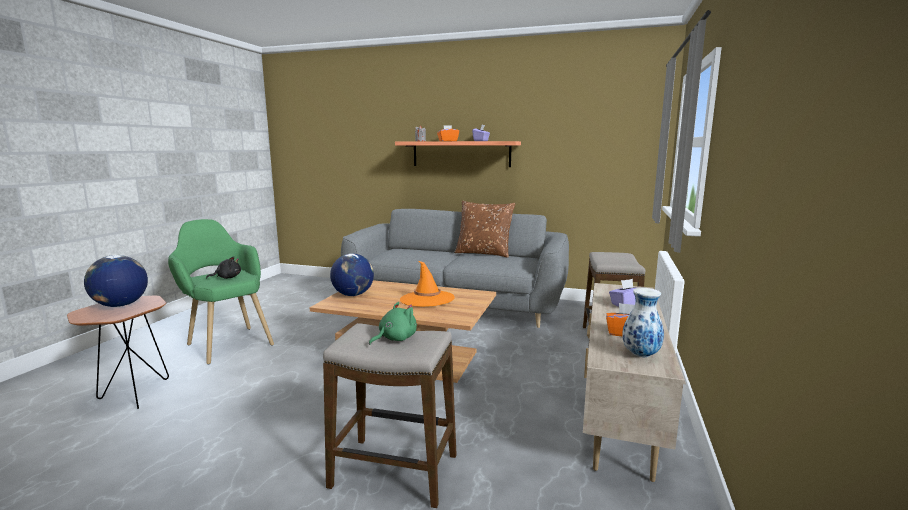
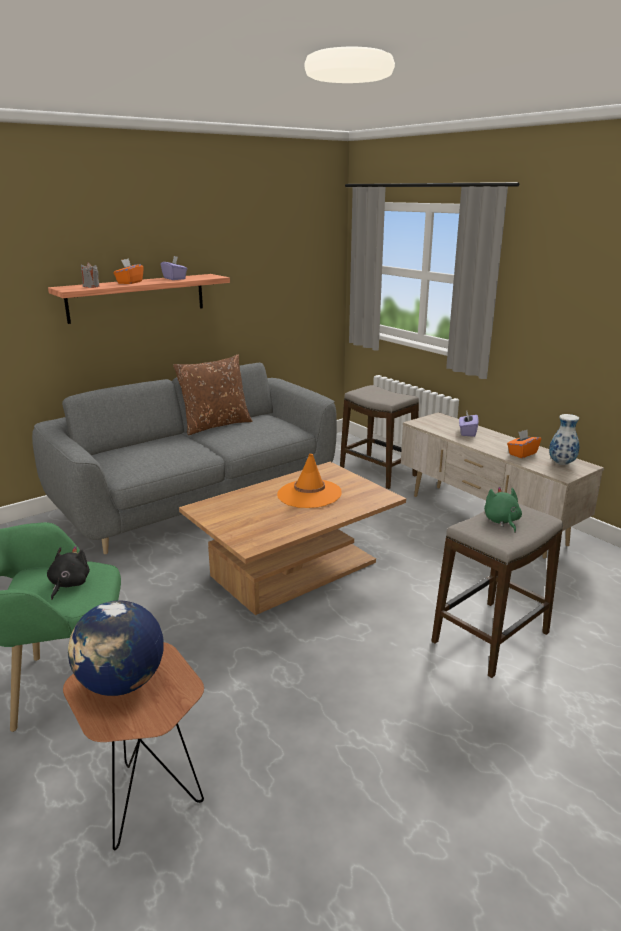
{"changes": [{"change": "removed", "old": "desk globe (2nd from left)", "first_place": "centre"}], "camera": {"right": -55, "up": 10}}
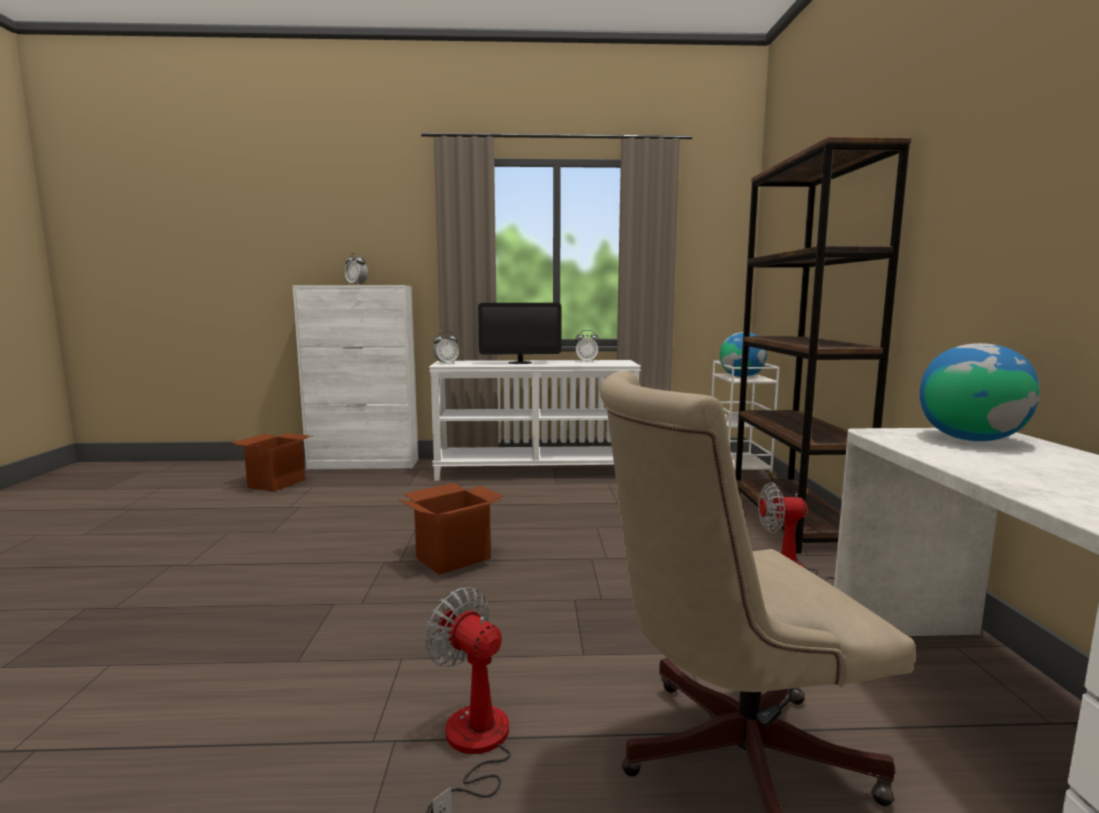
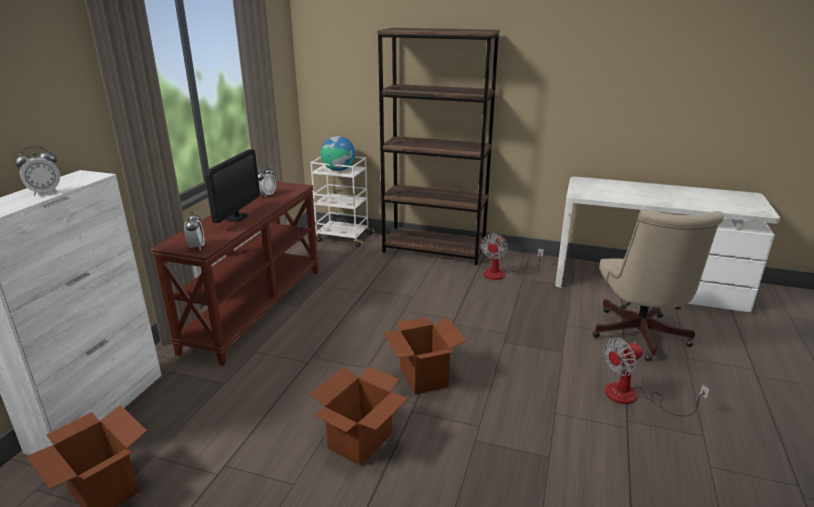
{"changes": [{"change": "removed", "old": "desk globe (2nd from left)", "first_place": "middle right"}, {"change": "recoloured", "old": "hall table/white", "new": "hall table/brown", "first_place": "centre", "second_place": "middle left"}, {"change": "added", "new": "packing box (2nd from left)", "second_place": "bottom centre"}], "camera": {"right": -70, "up": 15}}
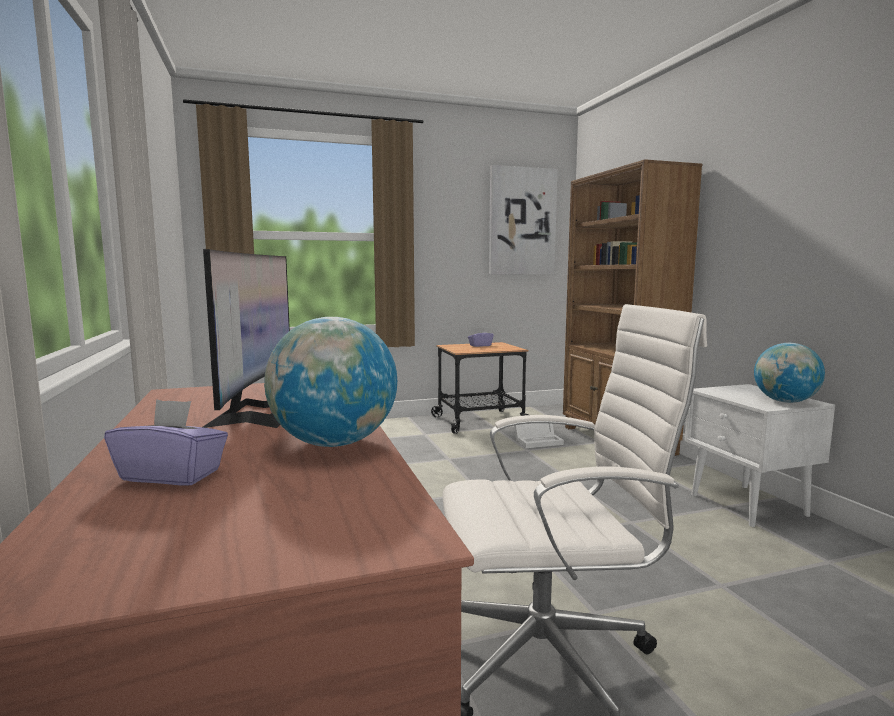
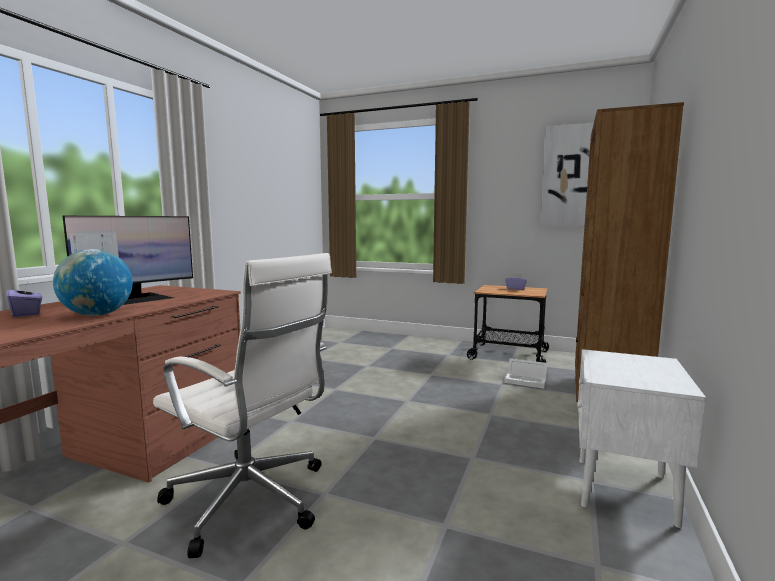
{"changes": [{"change": "removed", "old": "desk globe (2nd from left)", "first_place": "middle right"}], "camera": {"right": 40, "up": 0}}
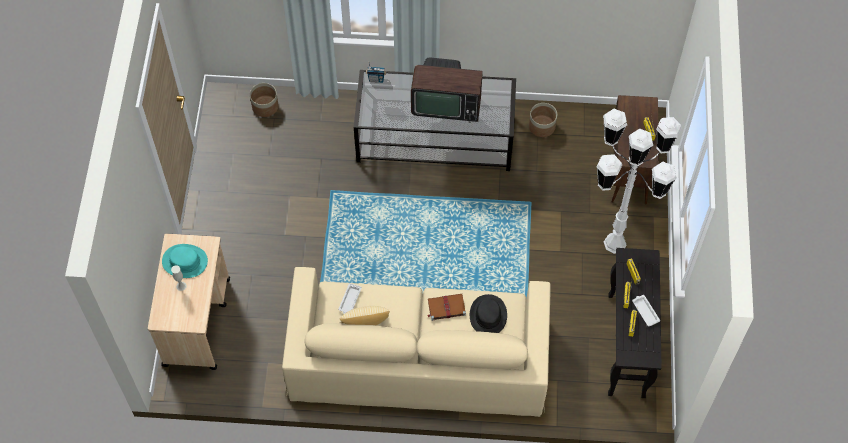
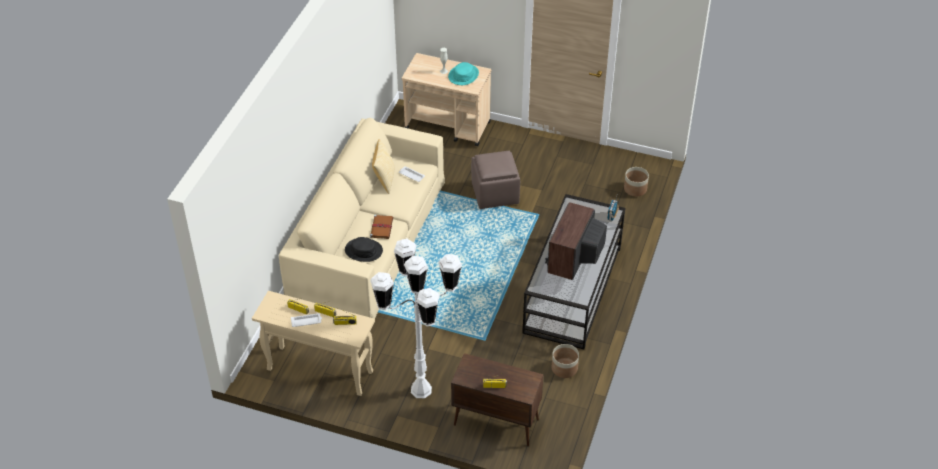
{"changes": [{"change": "recoloured", "old": "hall table/blackish", "new": "hall table/sand-coloured", "first_place": "bottom right", "second_place": "bottom centre"}, {"change": "added", "new": "footrest/brown", "second_place": "centre"}], "camera": {"right": 105, "up": -15}}
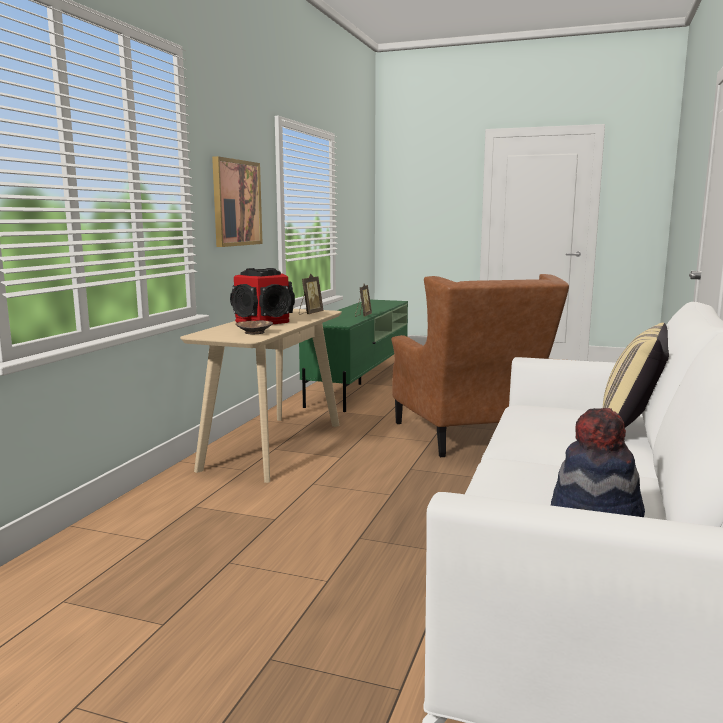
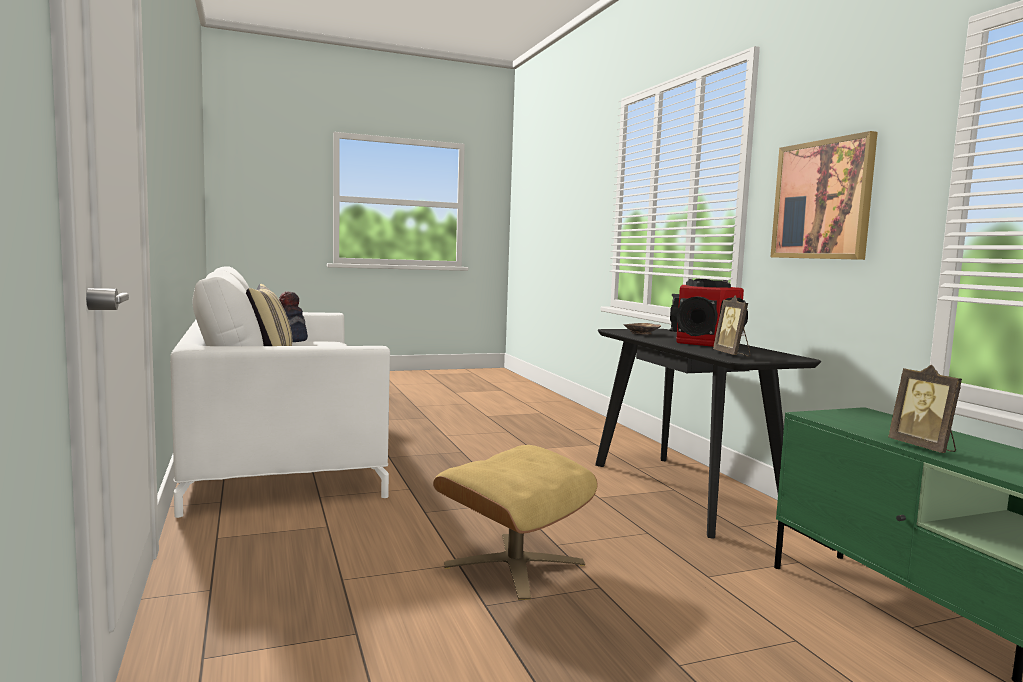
{"changes": [{"change": "replaced", "old": "armchair/brown", "new": "footrest/sand-coloured", "first_place": "centre", "second_place": "bottom centre"}, {"change": "recoloured", "old": "hall table/sand-coloured", "new": "hall table/blackish", "first_place": "centre", "second_place": "middle right"}], "camera": {"right": 140, "up": -5}}
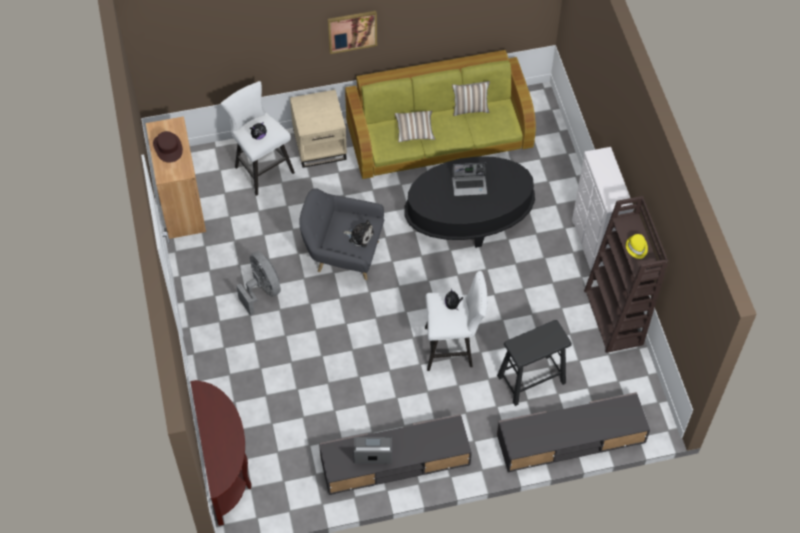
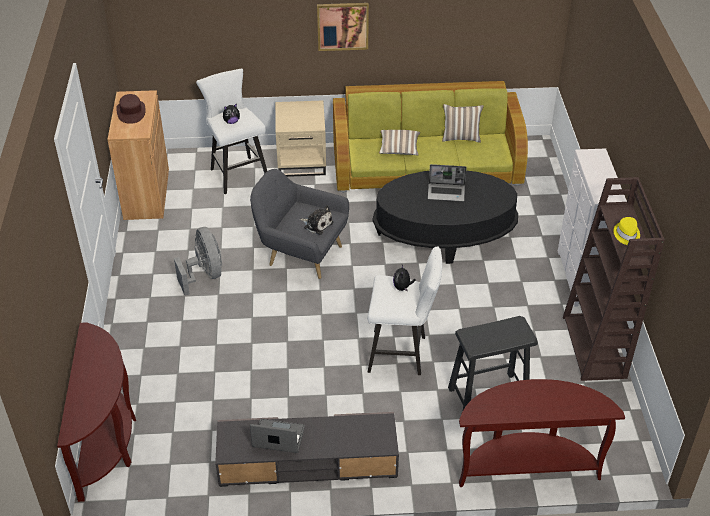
{"changes": [{"change": "replaced", "old": "tv unit/greyish (2nd from left)", "new": "hall table/brown (2nd from left)", "first_place": "bottom right", "second_place": "bottom right"}], "camera": {"right": 10, "up": -15}}
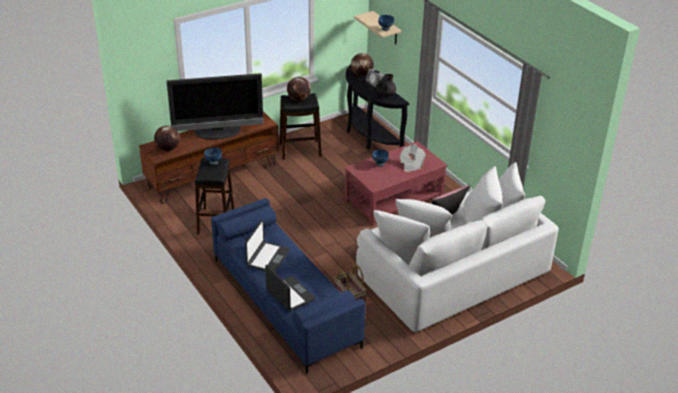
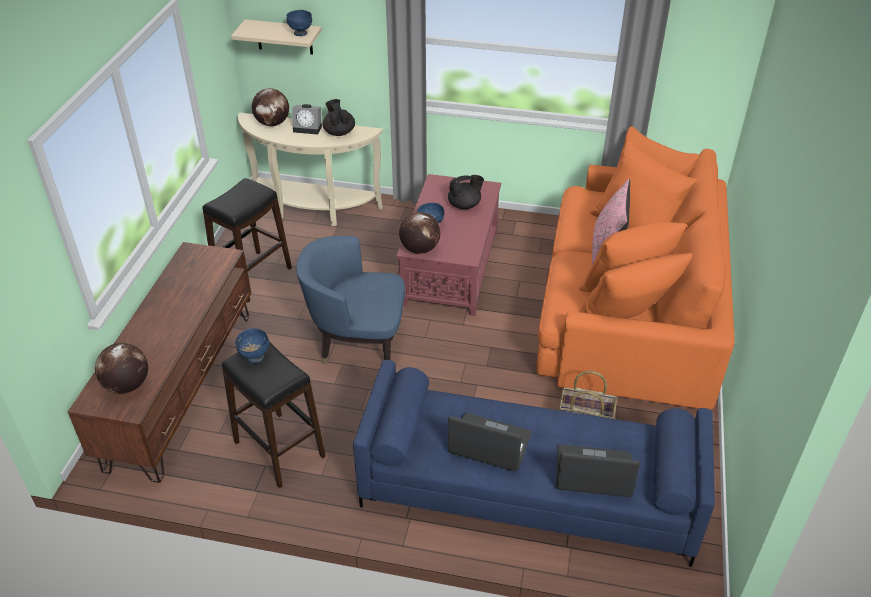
{"changes": [{"change": "recoloured", "old": "hall table/blackish", "new": "hall table/sand-coloured", "first_place": "top centre", "second_place": "top centre"}, {"change": "removed", "old": "TV set", "first_place": "top left"}, {"change": "moved", "old": "desk globe (2nd from left in the first image)", "new": "desk globe (3rd from left)", "first_place": "top centre", "second_place": "centre"}, {"change": "replaced", "old": "printed paper", "new": "teapot/blackish (2nd from left)", "first_place": "centre", "second_place": "top centre"}, {"change": "recoloured", "old": "couch/white", "new": "couch/orangey", "first_place": "middle right", "second_place": "middle right"}, {"change": "turned", "old": "notebook computer (1st from left)", "first_place": "centre", "second_place": "bottom centre", "degrees": -45}, {"change": "added", "new": "armchair/bluish", "second_place": "centre"}], "camera": {"right": -45, "up": 5}}
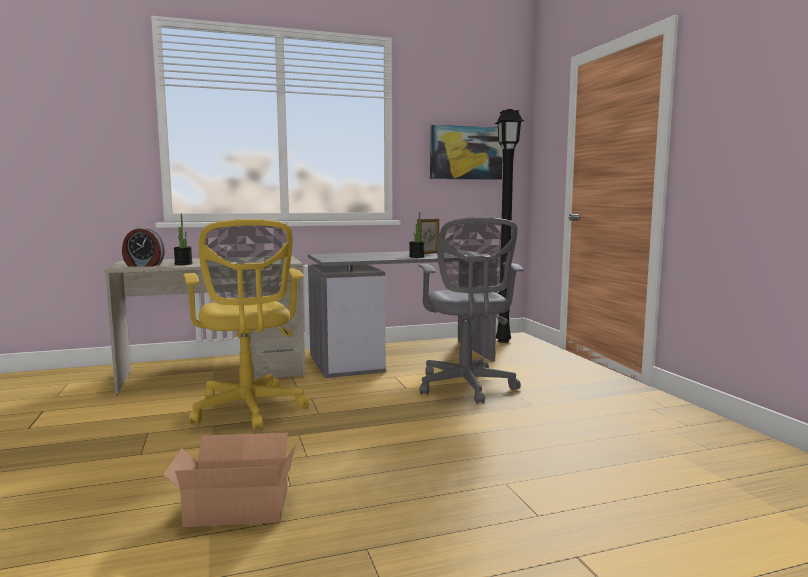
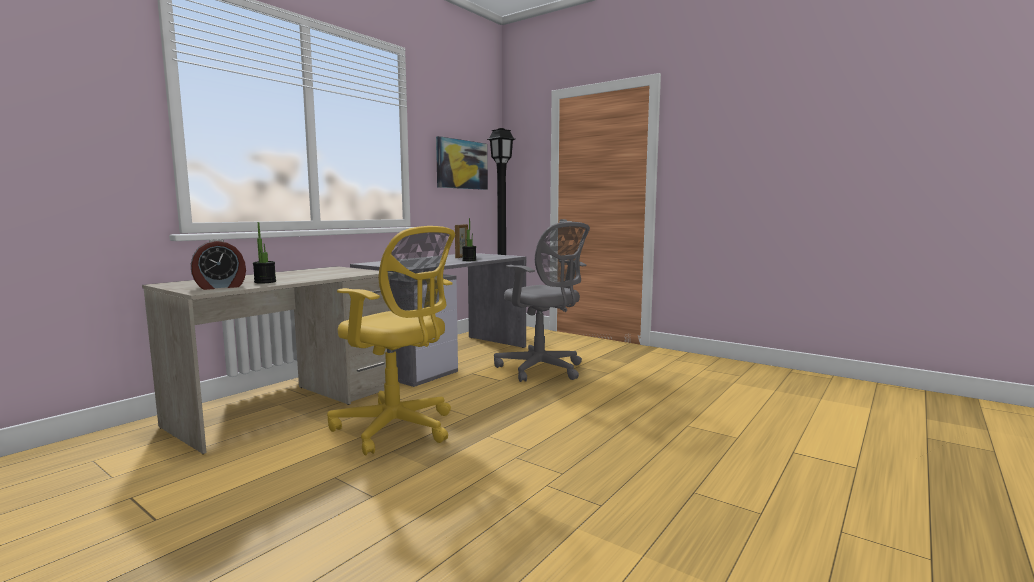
{"changes": [{"change": "removed", "old": "packing box", "first_place": "bottom left"}], "camera": {"right": -35, "up": 0}}
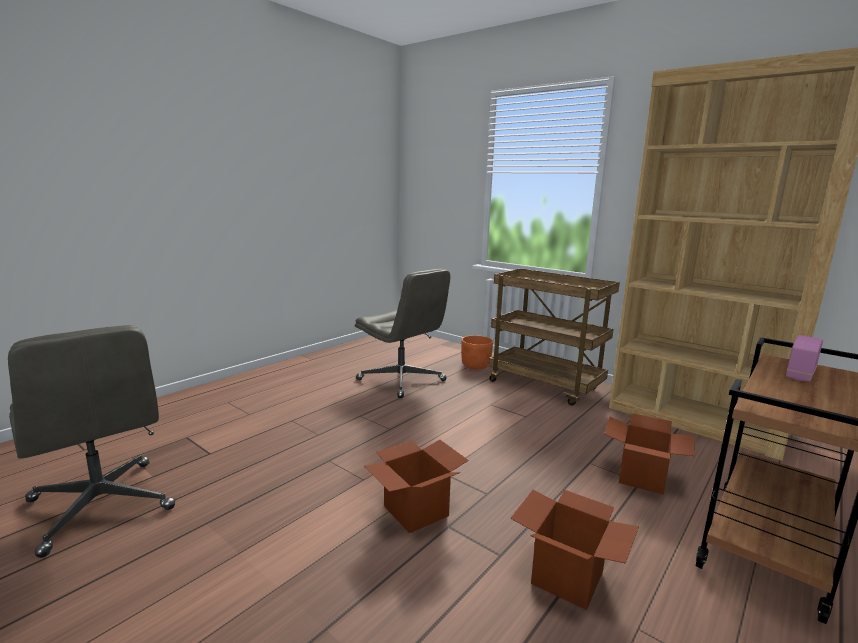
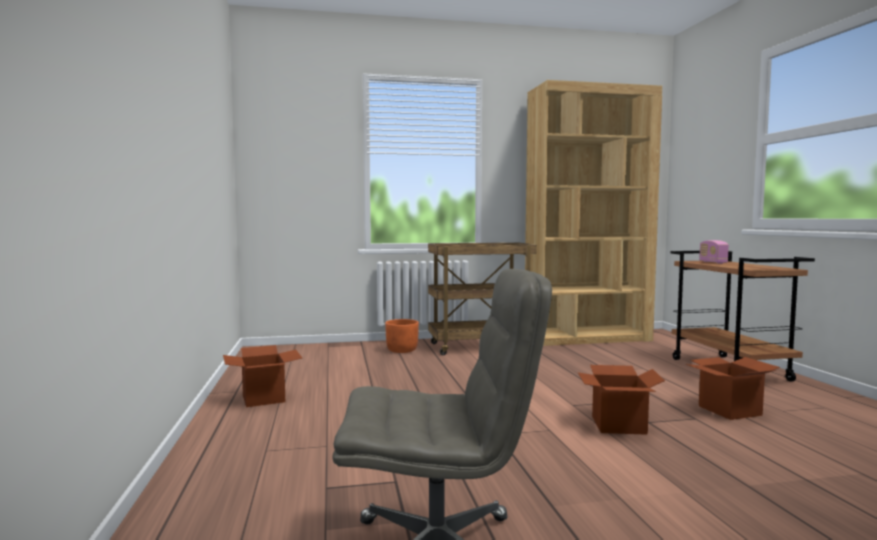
{"changes": [{"change": "removed", "old": "computer chair/greyish (2nd from left)", "first_place": "centre"}, {"change": "moved", "old": "packing box (3rd from left in the first image)", "new": "packing box (1st from left)", "first_place": "bottom right", "second_place": "bottom left"}], "camera": {"right": -50, "up": -10}}
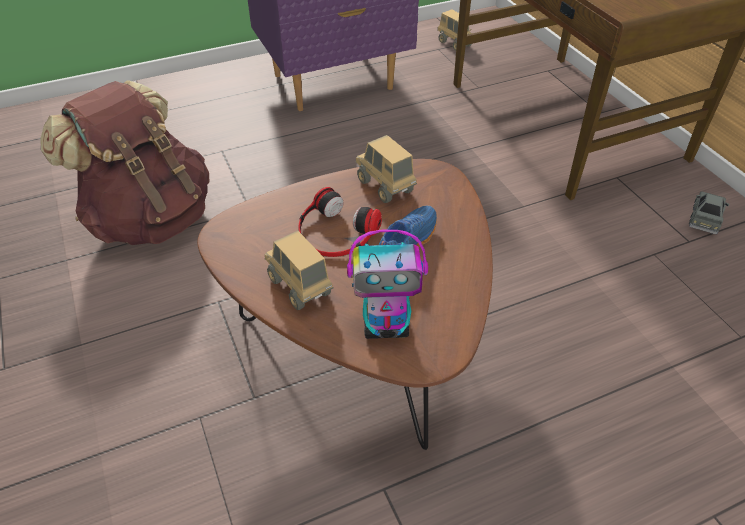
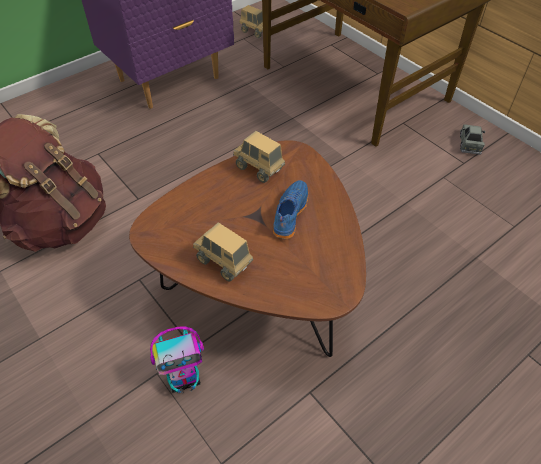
{"changes": [{"change": "removed", "old": "headset", "first_place": "centre"}, {"change": "moved", "old": "robot figure", "first_place": "centre", "second_place": "bottom left"}], "camera": {"right": -15, "up": 5}}
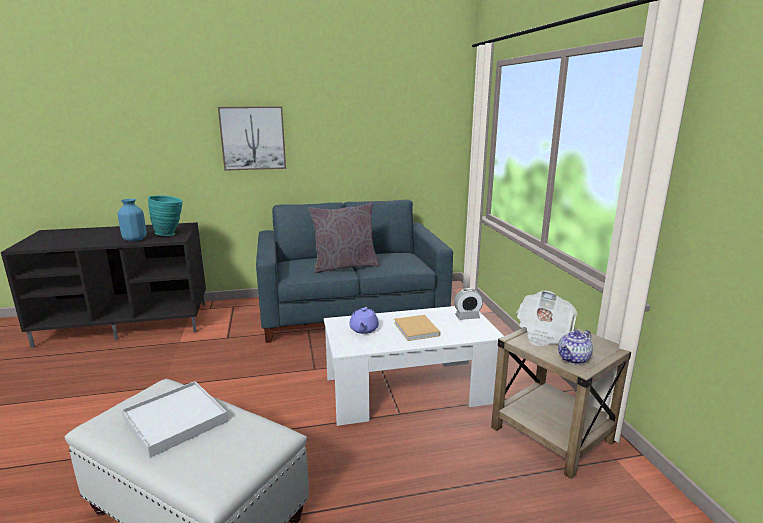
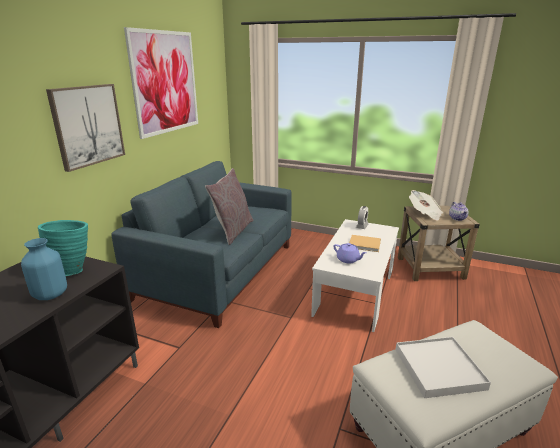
{"changes": [{"change": "added", "new": "wall art (2nd from left)", "second_place": "top left"}], "camera": {"right": -55, "up": 5}}
